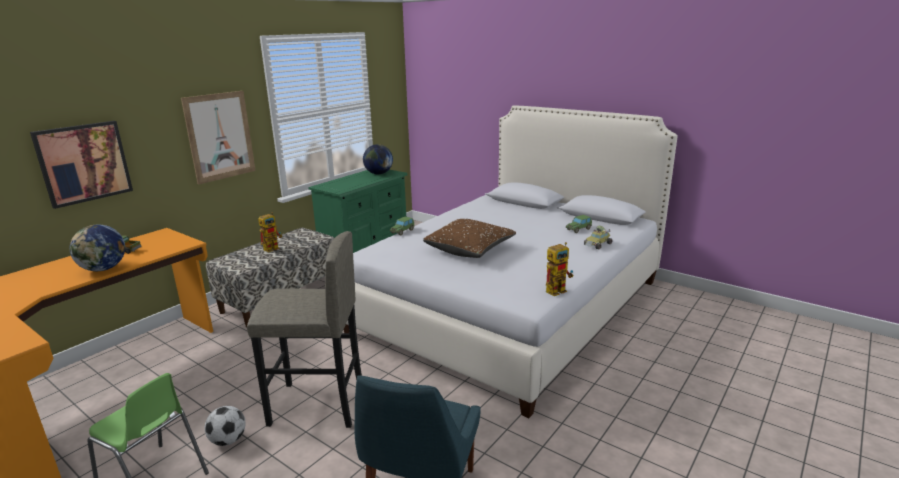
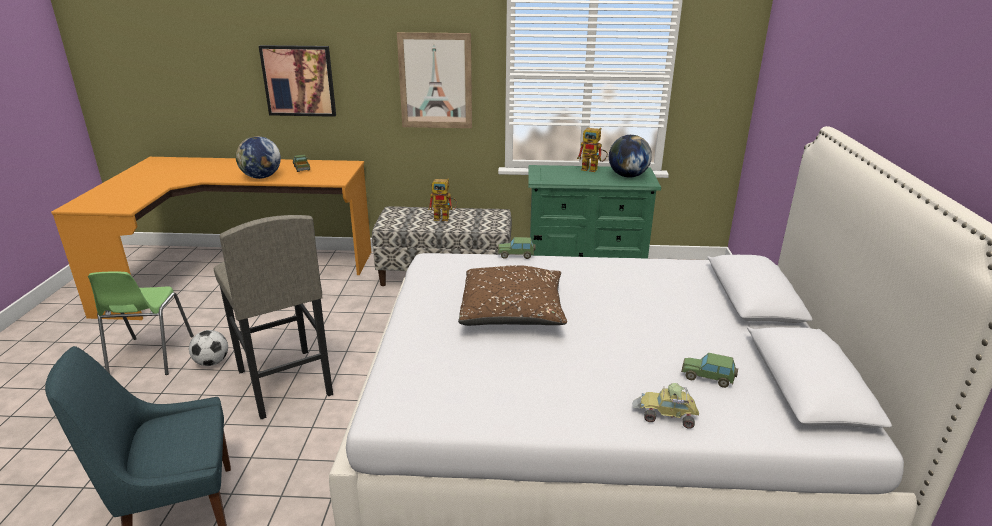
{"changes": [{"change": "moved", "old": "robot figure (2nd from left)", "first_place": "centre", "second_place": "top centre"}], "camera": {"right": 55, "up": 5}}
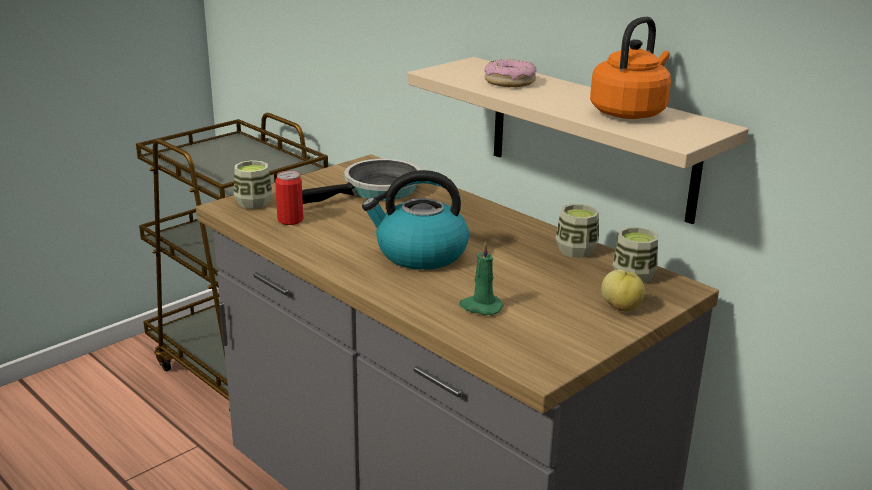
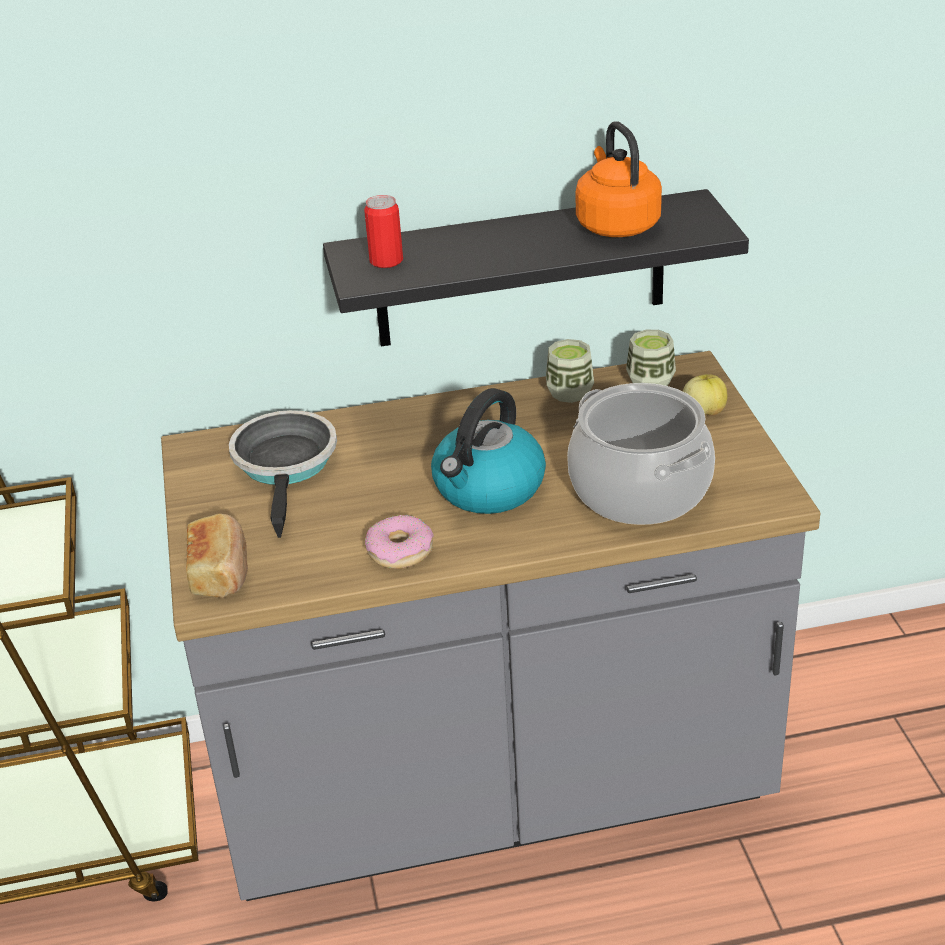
{"changes": [{"change": "recoloured", "old": "shelf/sand-coloured", "new": "shelf/blackish", "first_place": "top centre", "second_place": "top centre"}, {"change": "moved", "old": "doughnut", "first_place": "top centre", "second_place": "centre"}, {"change": "replaced", "old": "drinking cup (1st from left)", "new": "bakery bread", "first_place": "middle left", "second_place": "middle left"}, {"change": "moved", "old": "metal can", "first_place": "middle left", "second_place": "top centre"}, {"change": "replaced", "old": "candle/green-coloured", "new": "cooking pot", "first_place": "centre", "second_place": "middle right"}], "camera": {"right": -55, "up": 10}}
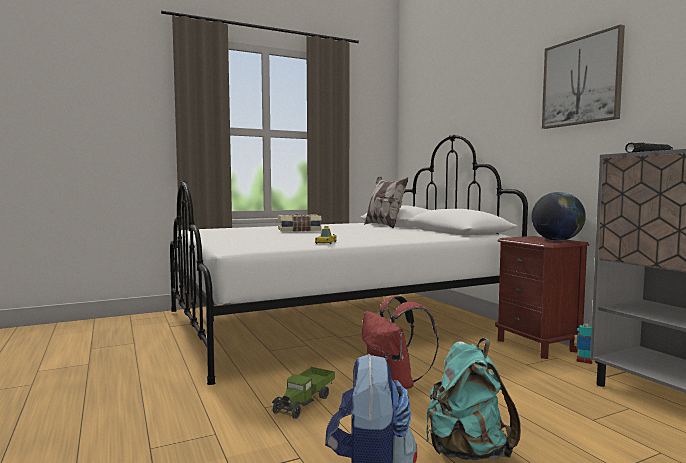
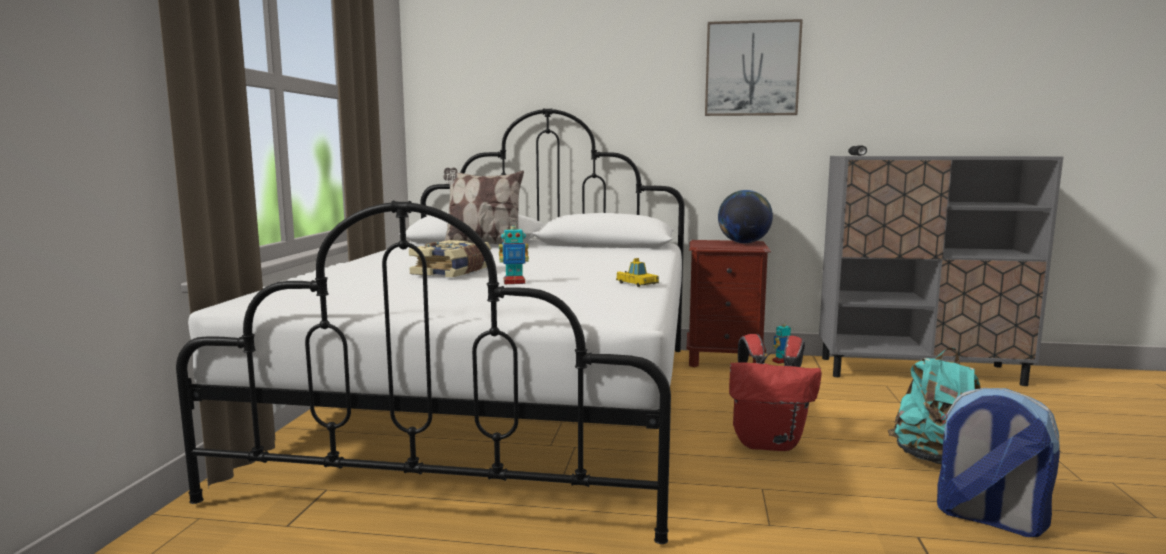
{"changes": [{"change": "removed", "old": "toy lorry", "first_place": "bottom centre"}, {"change": "added", "new": "robot figure (1st from left)", "second_place": "centre"}], "camera": {"right": -55, "up": 5}}
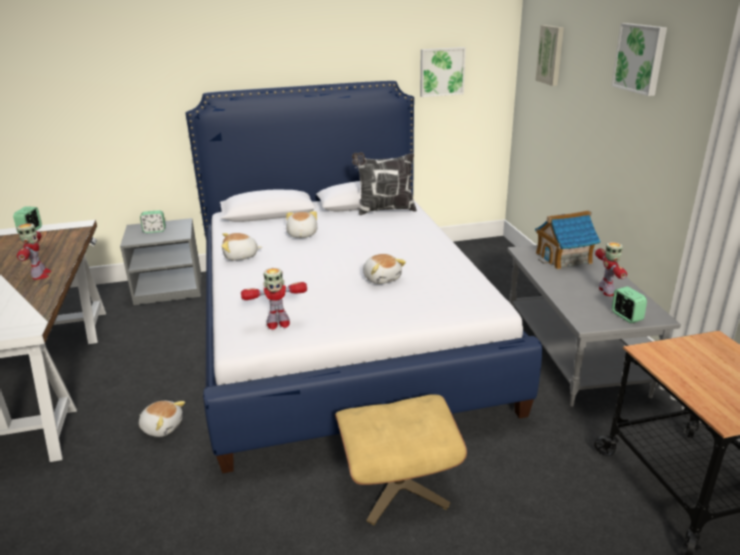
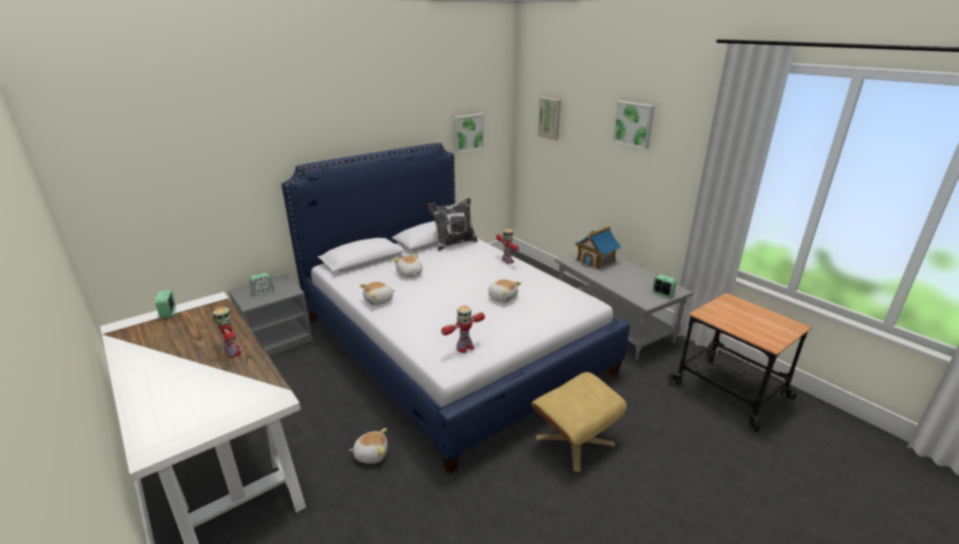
{"changes": [{"change": "moved", "old": "robot figure (3rd from left)", "first_place": "middle right", "second_place": "centre"}], "camera": {"right": -25, "up": 0}}
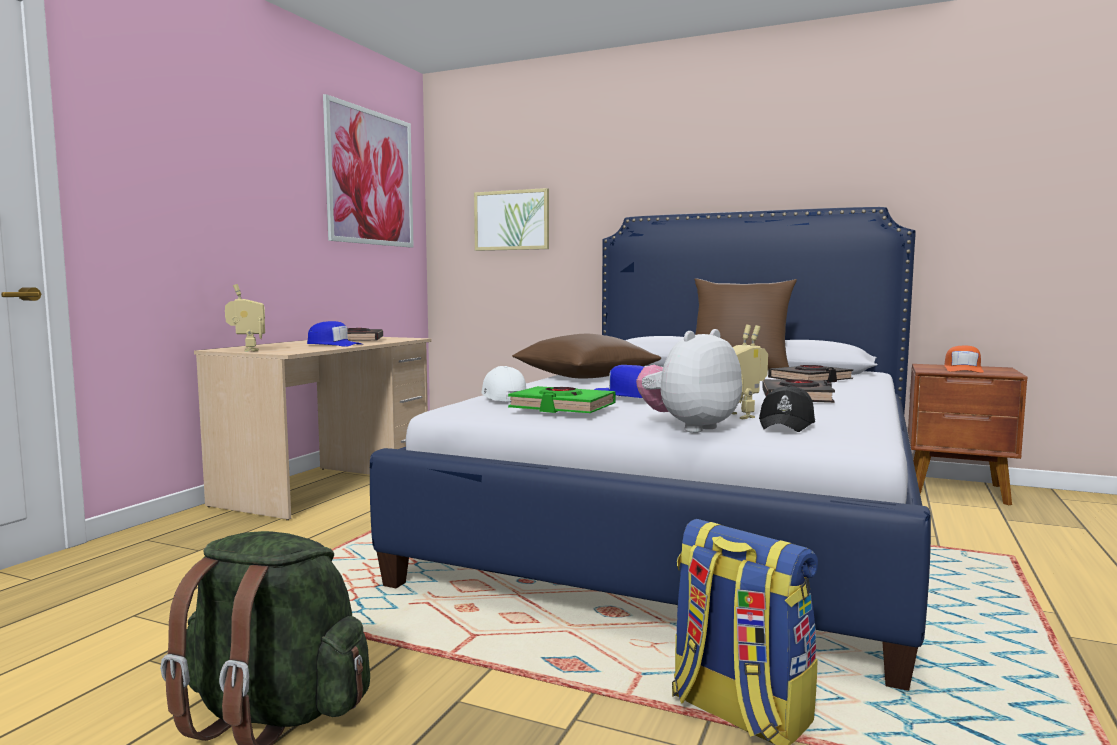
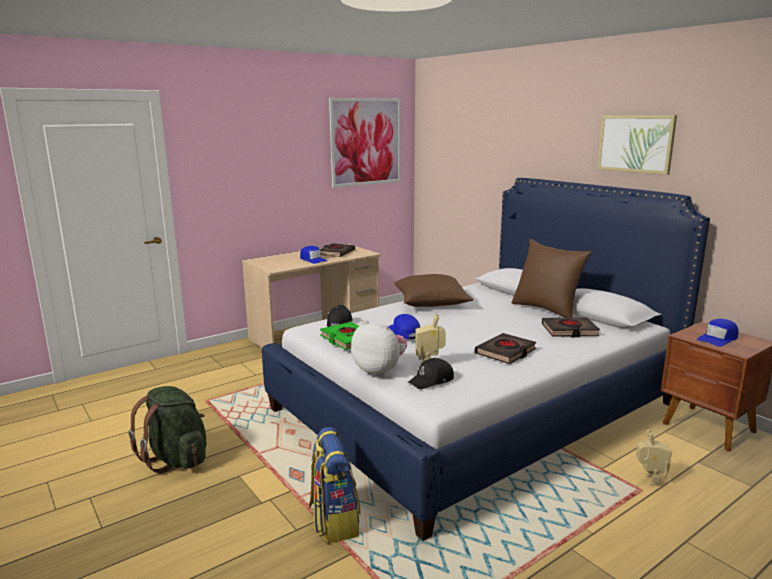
{"changes": [{"change": "moved", "old": "wall art (2nd from left)", "first_place": "top centre", "second_place": "top right"}, {"change": "moved", "old": "robot figure (1st from left in the first image)", "new": "robot figure (2nd from left)", "first_place": "middle left", "second_place": "bottom right"}, {"change": "turned", "old": "plush toy", "first_place": "centre", "second_place": "centre", "degrees": 45}, {"change": "recoloured", "old": "peaked cap/orangey", "new": "peaked cap/bluish (3rd from left)", "first_place": "middle right", "second_place": "middle right"}, {"change": "recoloured", "old": "peaked cap/white", "new": "peaked cap/blackish (1st from left)", "first_place": "centre", "second_place": "centre"}], "camera": {"right": 30, "up": 10}}
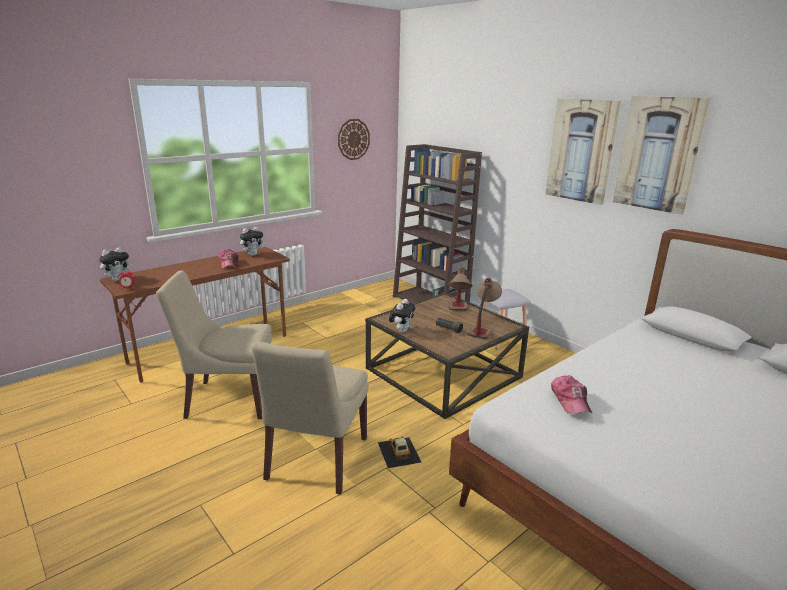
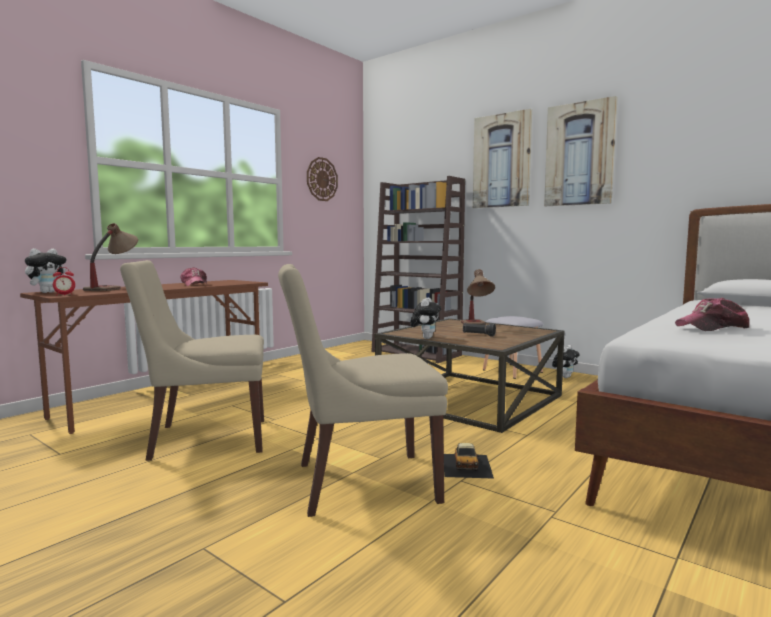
{"changes": [{"change": "moved", "old": "wall art (2nd from left in the first image)", "new": "wall art (1st from left)", "first_place": "top right", "second_place": "top centre"}, {"change": "moved", "old": "plush toy (2nd from left in the first image)", "new": "plush toy (3rd from left)", "first_place": "middle left", "second_place": "middle right"}, {"change": "moved", "old": "tabletop lamp (2nd from left in the first image)", "new": "tabletop lamp (1st from left)", "first_place": "centre", "second_place": "middle left"}, {"change": "turned", "old": "upright chair/sand-coloured (2nd from left)", "first_place": "bottom centre", "second_place": "centre", "degrees": 75}, {"change": "turned", "old": "peaked cap (2nd from left)", "first_place": "bottom right", "second_place": "middle right", "degrees": 90}, {"change": "turned", "old": "miniature car", "first_place": "bottom centre", "second_place": "bottom centre", "degrees": -150}], "camera": {"right": -10, "up": -15}}
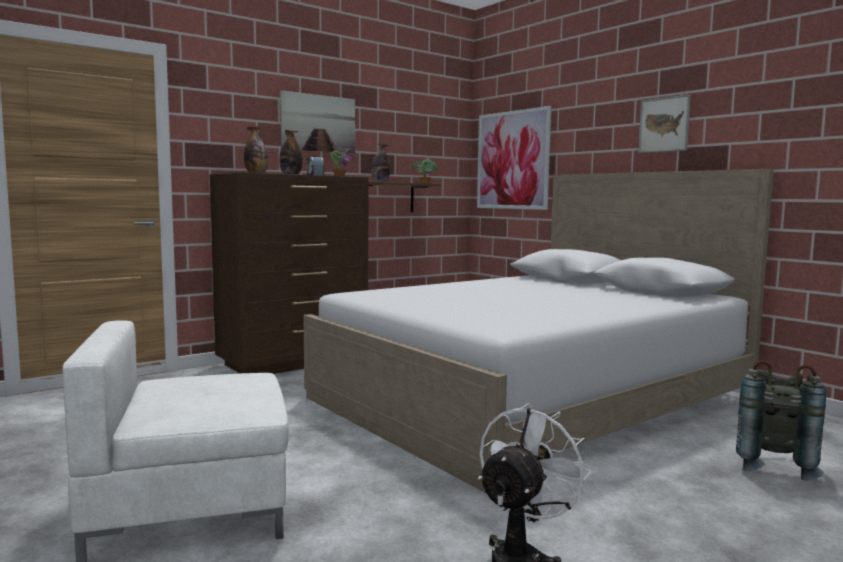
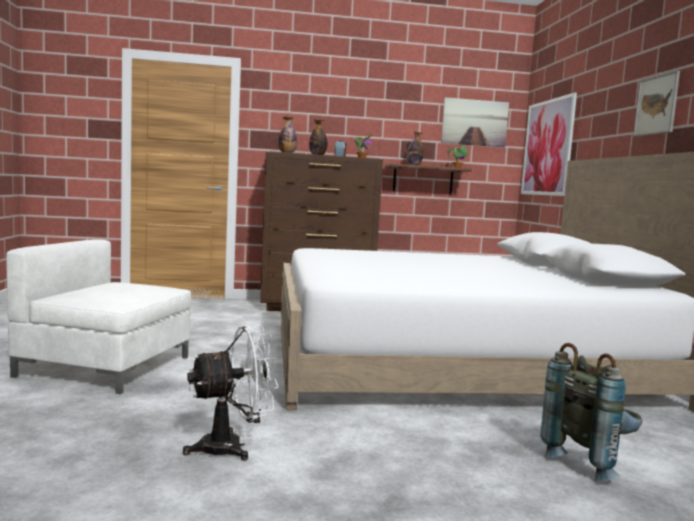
{"changes": [{"change": "moved", "old": "wall art (1st from left)", "first_place": "top centre", "second_place": "top right"}], "camera": {"right": 30, "up": 0}}
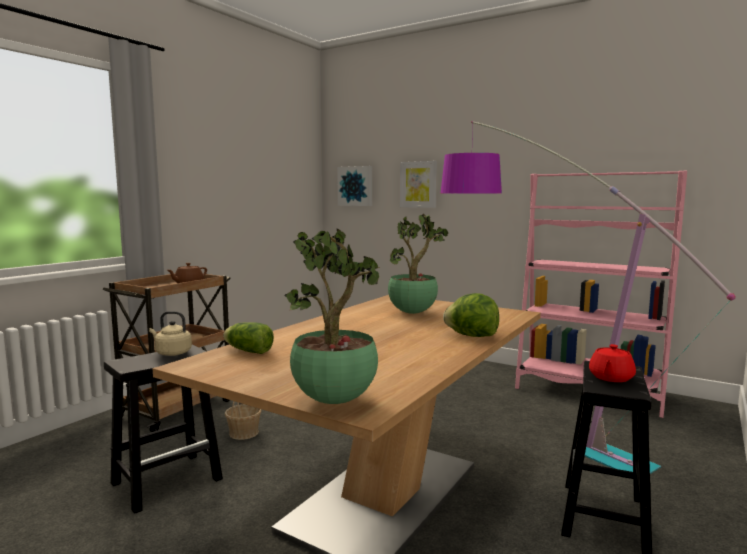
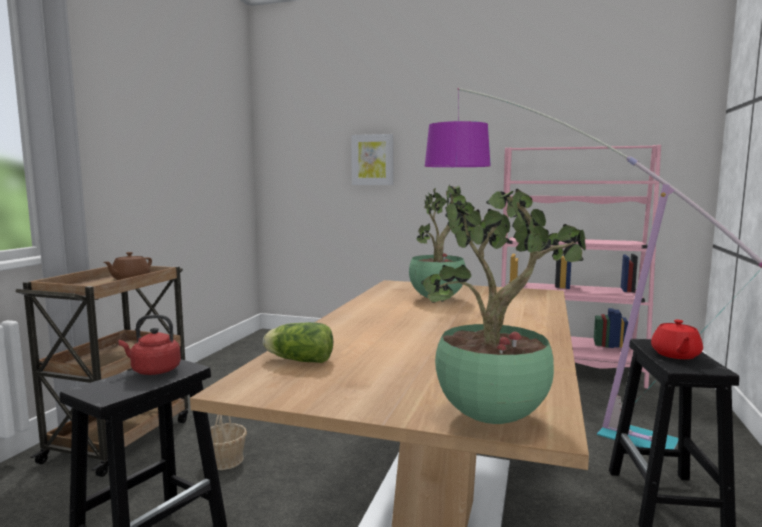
{"changes": [{"change": "removed", "old": "wall art (1st from left)", "first_place": "centre"}, {"change": "removed", "old": "lettuce head (2nd from left)", "first_place": "centre"}, {"change": "recoloured", "old": "water kettle/sand-coloured", "new": "water kettle/reddish", "first_place": "middle left", "second_place": "middle left"}], "camera": {"right": -15, "up": 0}}
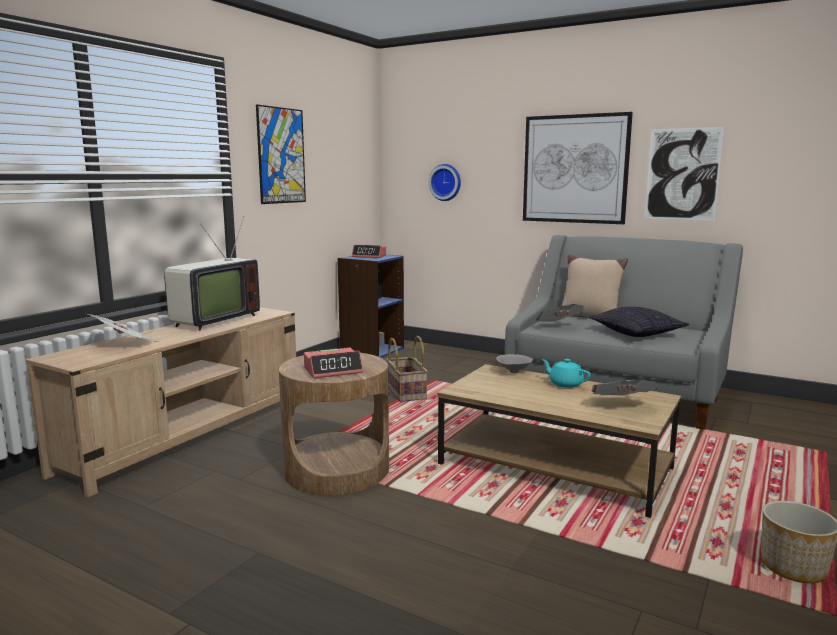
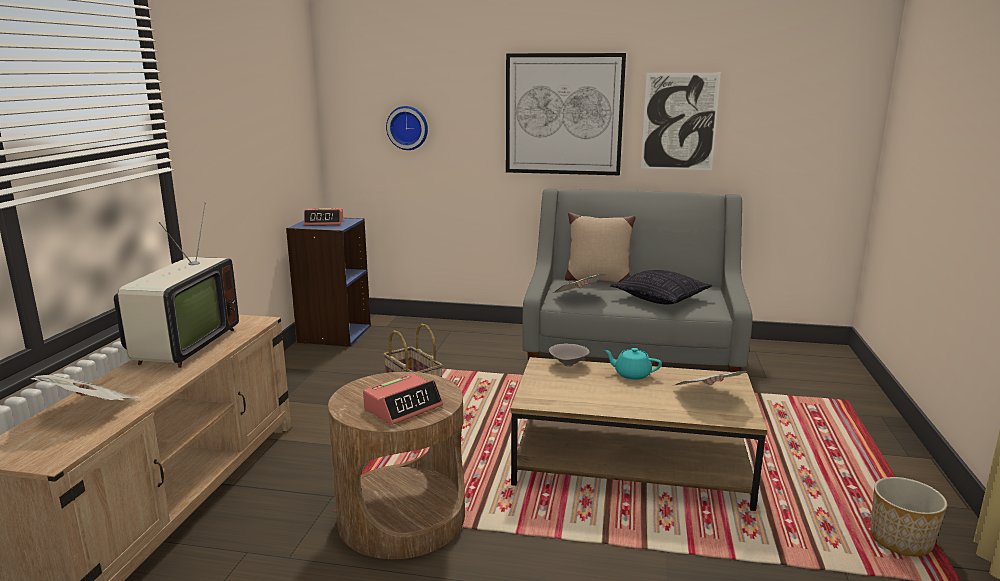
{"changes": [{"change": "removed", "old": "wall art (1st from left)", "first_place": "top centre"}], "camera": {"right": -20, "up": 5}}
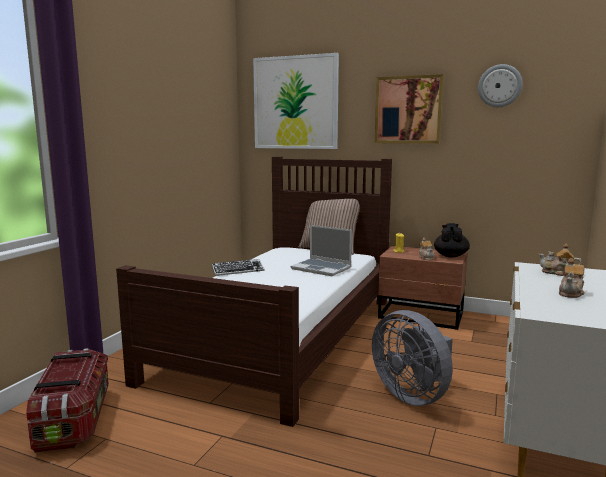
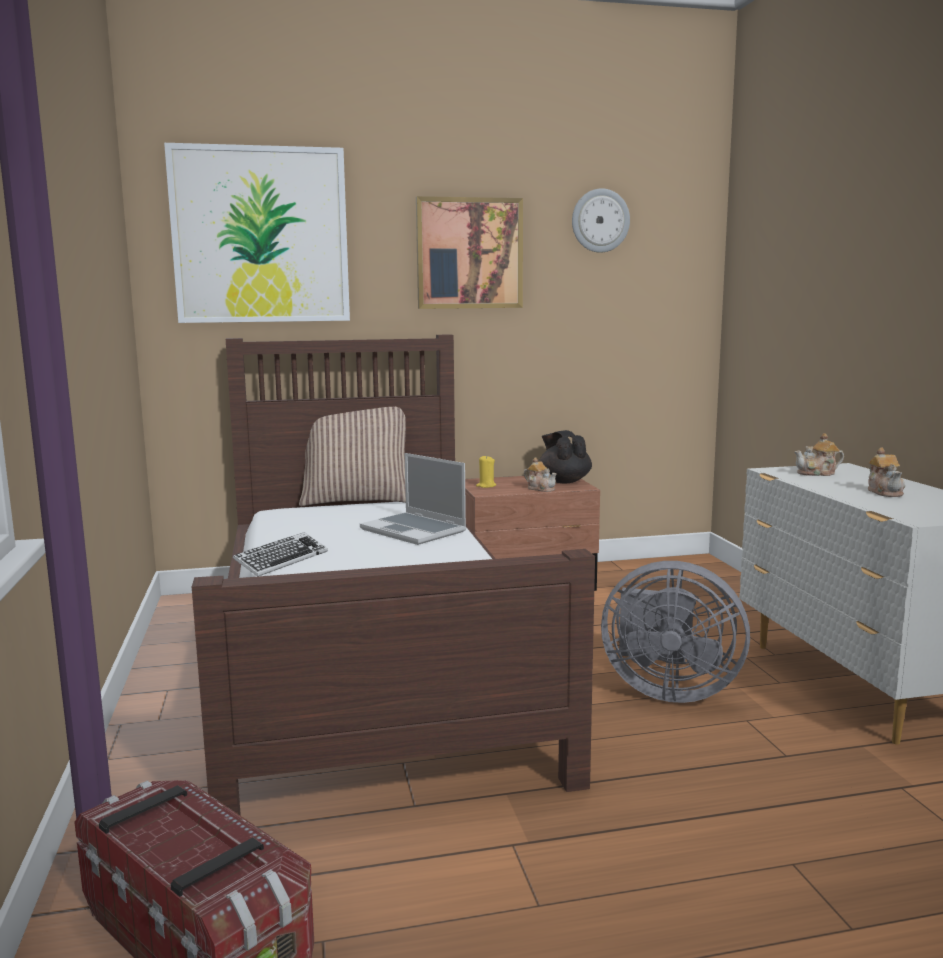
{"changes": [{"change": "turned", "old": "notebook computer", "first_place": "centre", "second_place": "centre", "degrees": 45}], "camera": {"right": -35, "up": 0}}
